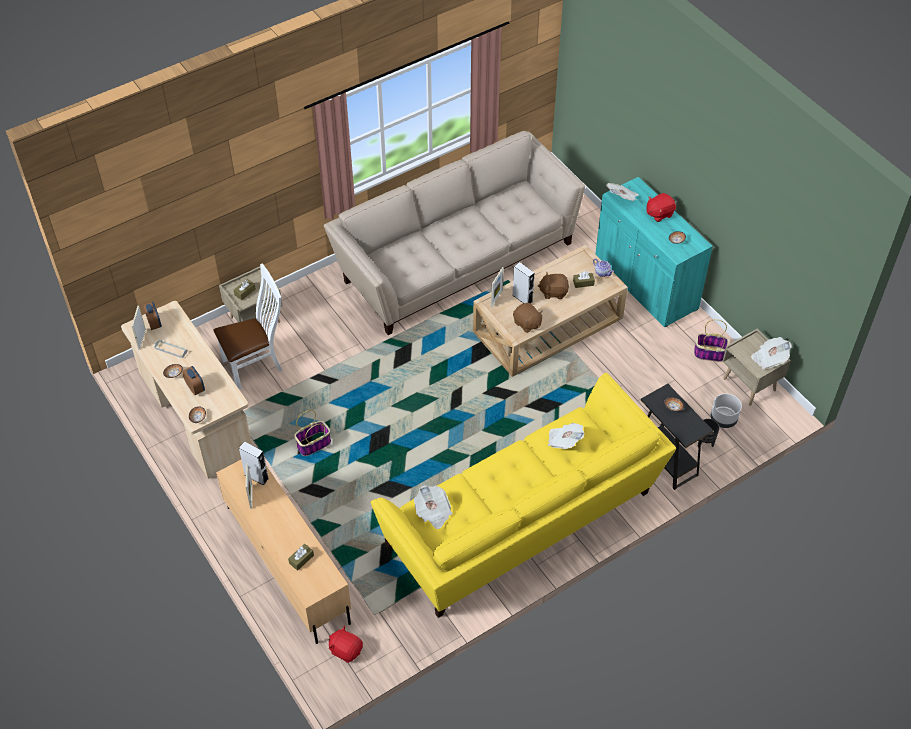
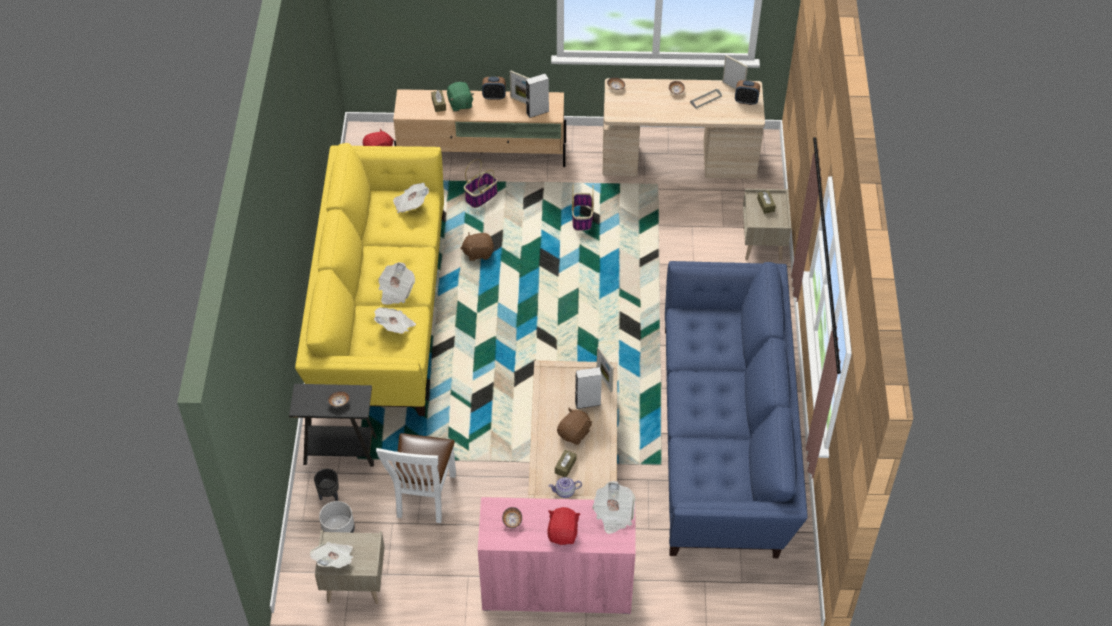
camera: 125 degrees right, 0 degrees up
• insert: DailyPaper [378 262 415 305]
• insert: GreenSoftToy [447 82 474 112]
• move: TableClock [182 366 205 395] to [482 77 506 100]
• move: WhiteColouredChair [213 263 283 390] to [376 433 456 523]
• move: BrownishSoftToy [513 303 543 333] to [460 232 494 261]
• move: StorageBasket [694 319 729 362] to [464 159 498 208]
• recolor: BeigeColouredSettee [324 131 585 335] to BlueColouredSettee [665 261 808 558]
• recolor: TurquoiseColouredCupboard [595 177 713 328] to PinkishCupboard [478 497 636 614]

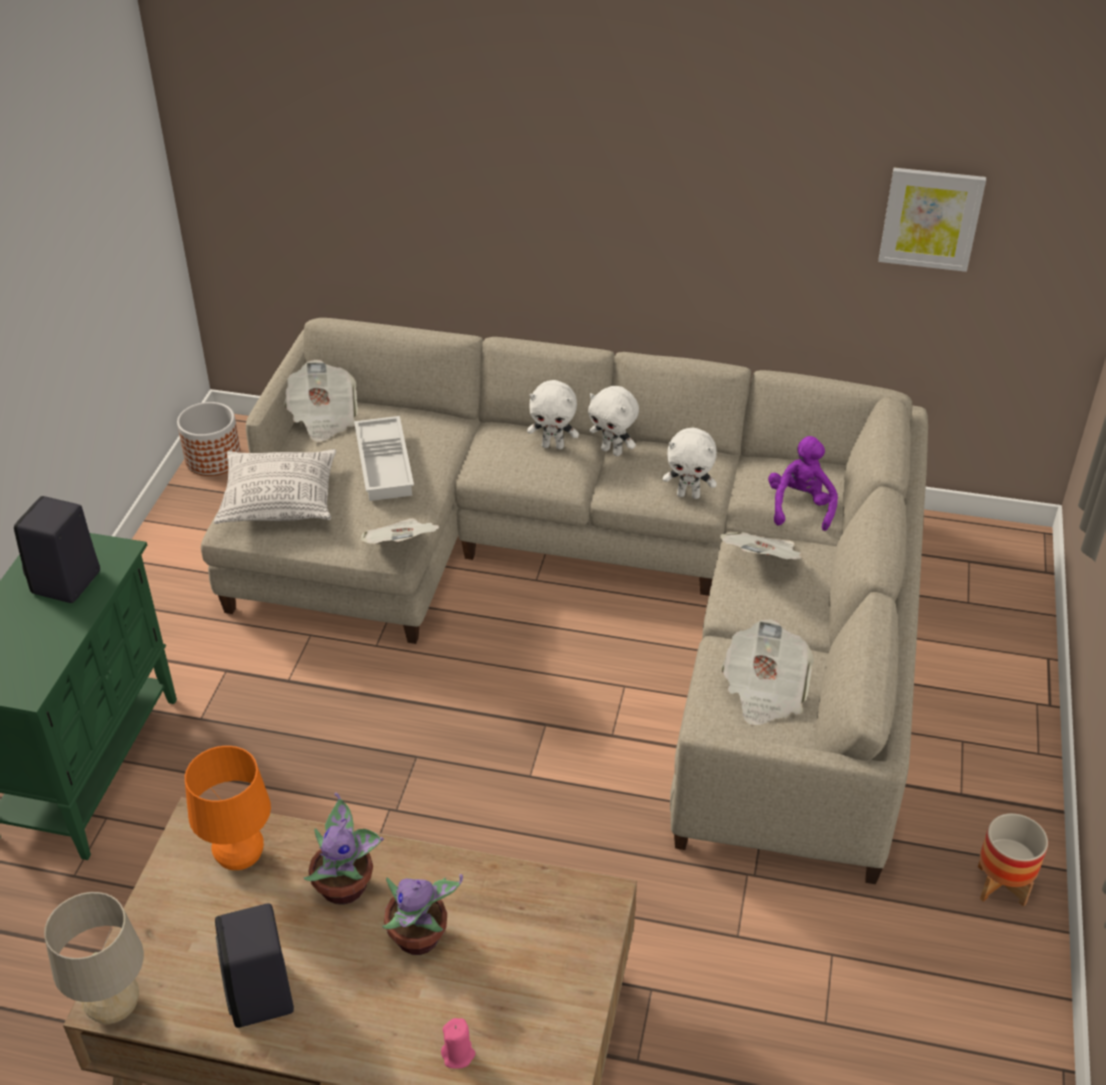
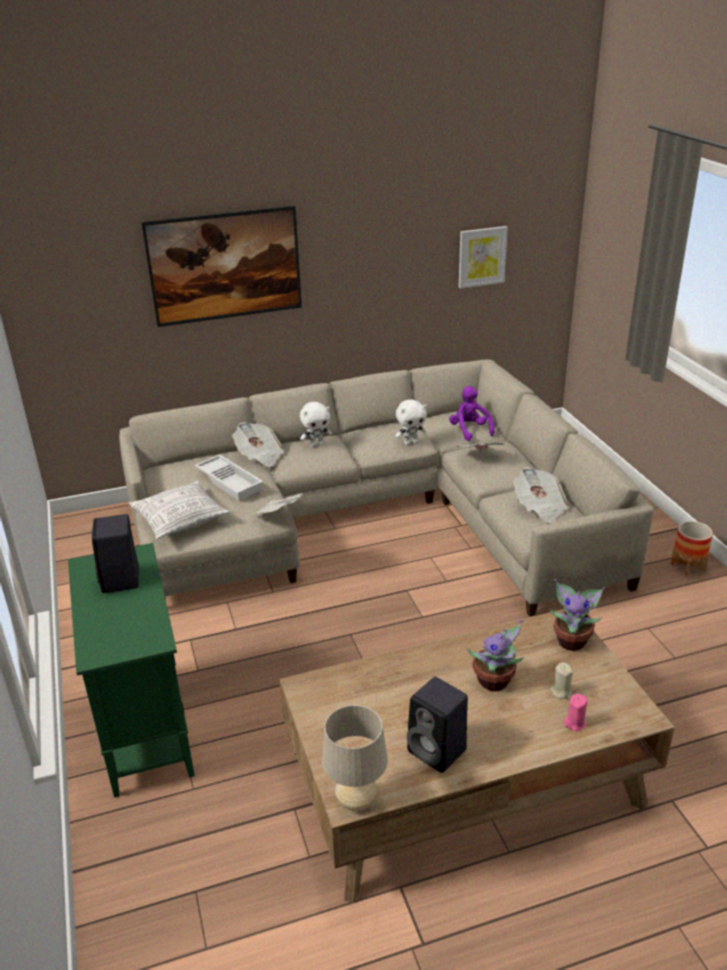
camera: 30 degrees left, 10 degrees down
• delete: PlantPot [177 402 241 476]
• delete: OrangeColouredLampForATable [185 746 271 870]
• delete: WhiteColouredSoftToy [588 386 639 456]
• insert: WallPicture [141 206 302 327]
• insert: BeigeColouredWaxCandle [549 662 573 699]
• move: DailyPaper [284 360 358 442] to [232 422 284 467]
• move: Houseplant [304 792 384 905] to [549 579 606 651]

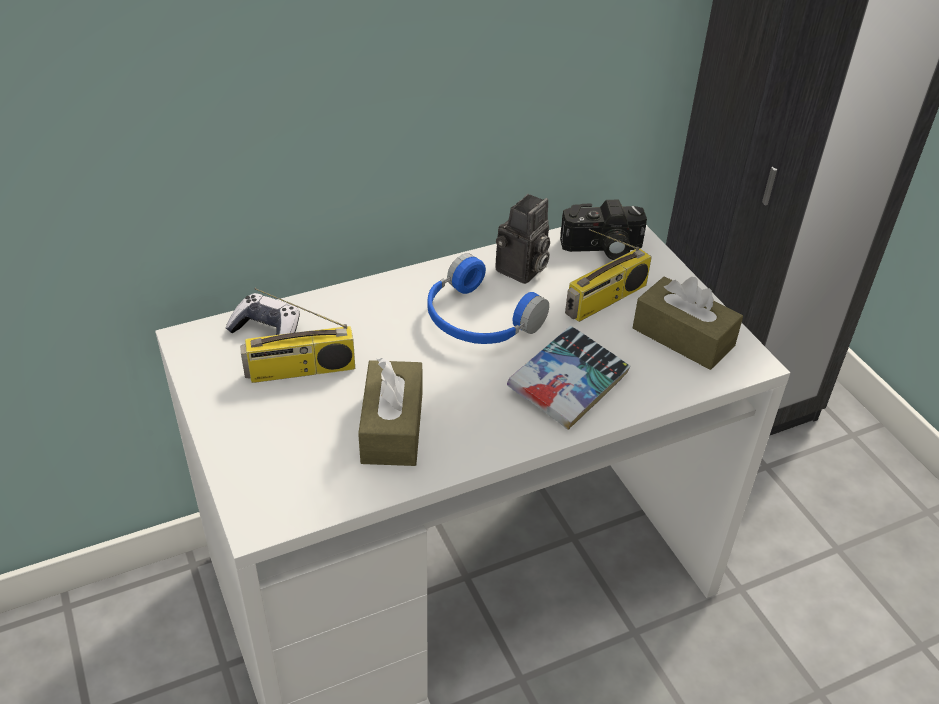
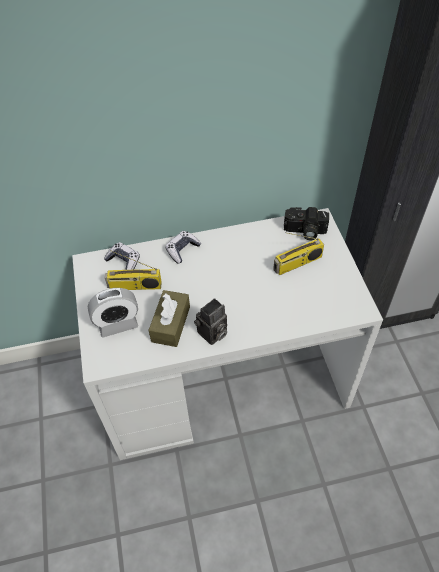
camera: 15 degrees right, 10 degrees up
• delete: BlueColouredPairOfHeadphones [427 253 549 344]
• delete: Volume [507 326 631 430]
• delete: BrownishTissueBox [633 276 743 370]
• insert: TableClock [88 288 138 337]
• insert: Gamepad [165 231 201 264]
• move: StillCamera [496 194 550 284] to [194 298 227 345]

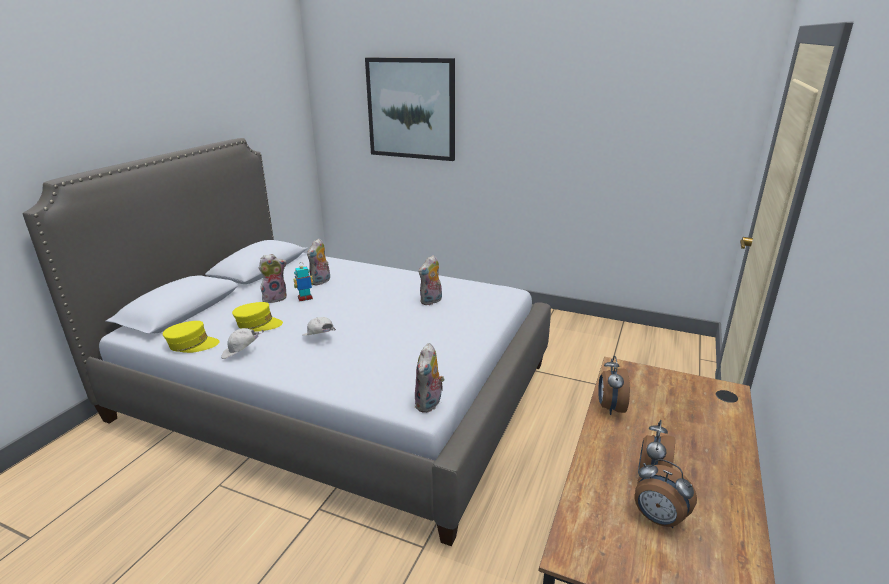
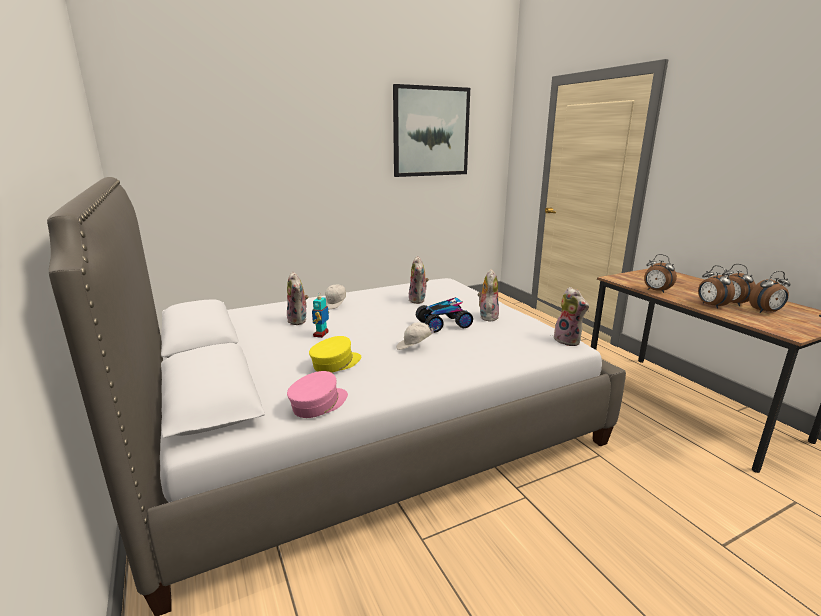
camera: 50 degrees left, 5 degrees down
• insert: ToyCar [416 297 473 333]
• insert: TableClock [698 265 735 309]
• move: WhiteColouredCap [221 328 264 359] to [325 285 346 309]
• move: SoftToy [259 254 287 303] to [477 269 499 322]
• move: WallPicture [365 58 455 161] to [393 84 470 177]
• recolor: YellowCap [163 321 220 353] to PinkishCap [287 371 348 418]

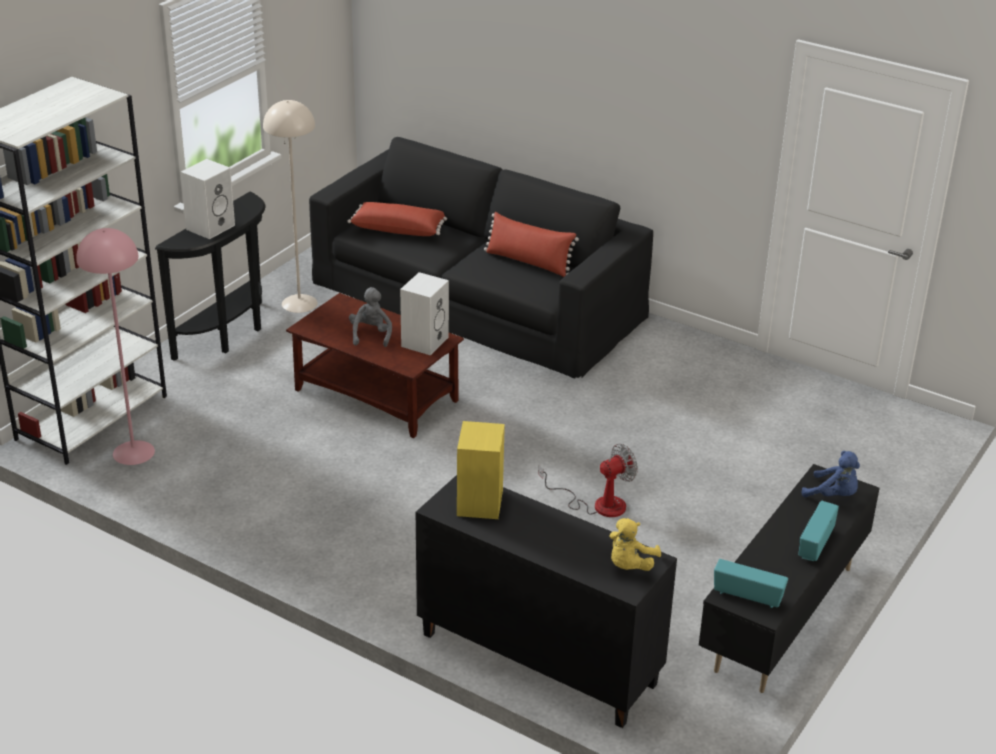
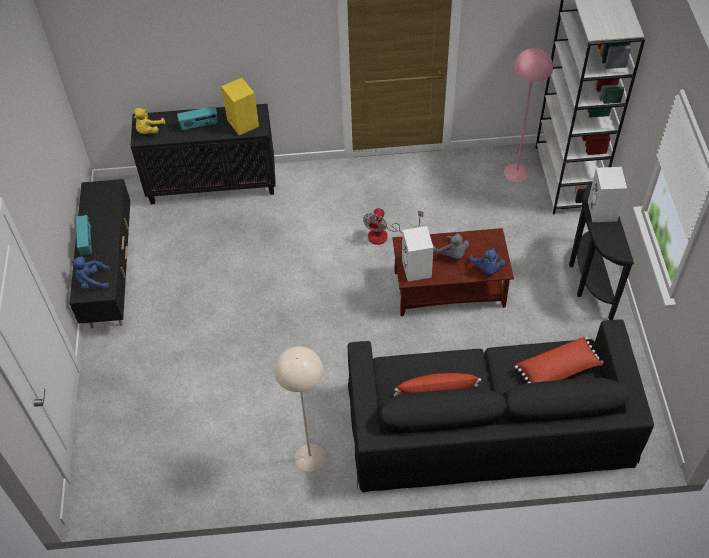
camera: 145 degrees right, 20 degrees up
• insert: BlueColouredSoftToy [469 248 506 275]
• move: BeigeColouredStandardLamp [263 100 318 313] to [274 346 326 472]
• move: ElectricFan [538 444 638 517] to [363 208 423 245]
• move: RadioSet [714 559 788 608] to [177 106 218 131]
• rotate: YellowSoftToy [609 518 661 571] = [134 108 166 134] 150 degrees counterclockwise

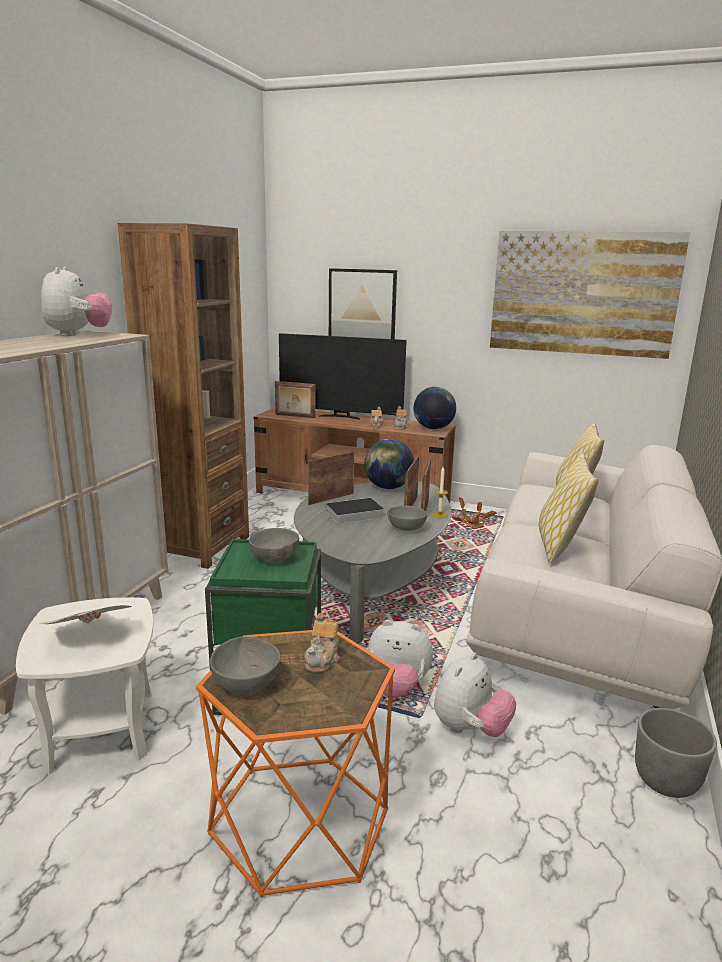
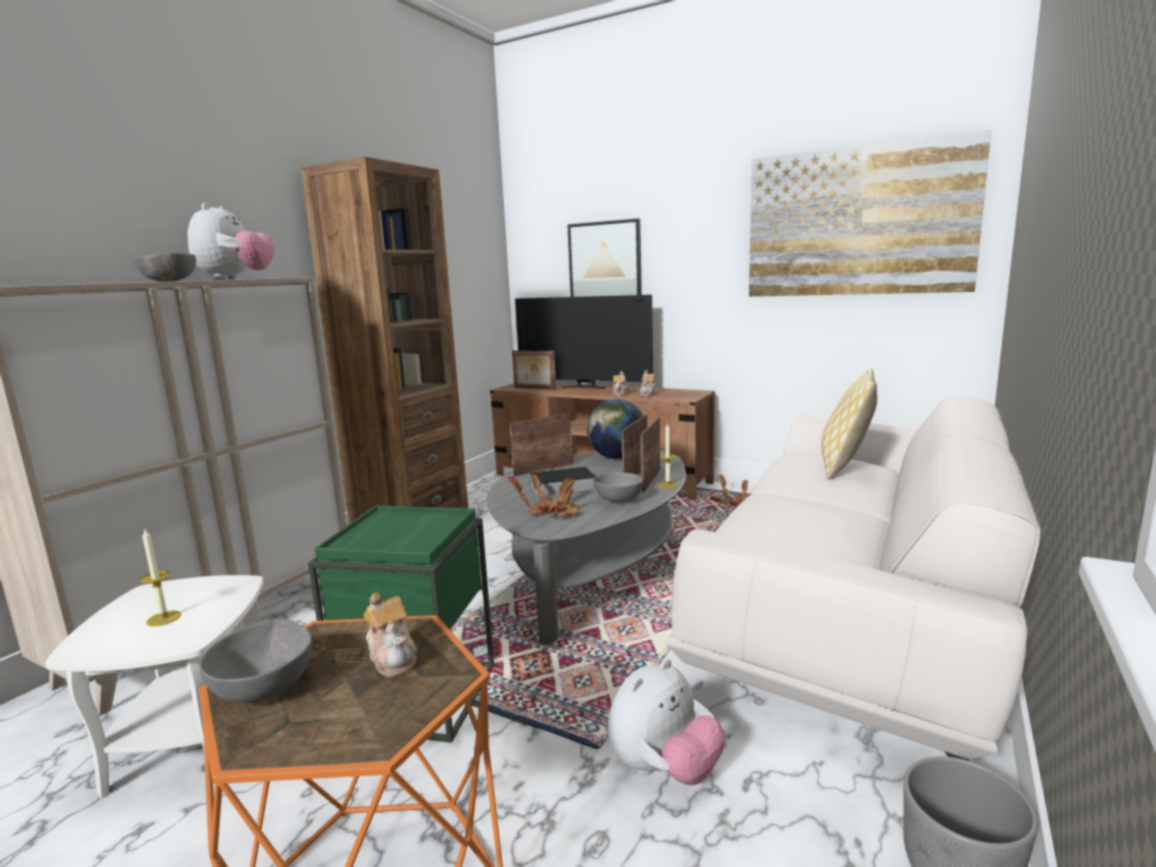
camera: 10 degrees right, 5 degrees down
• delete: SoftToy [368 620 433 698]
• delete: WorldGlobe [414 387 456 429]
• delete: Pillow [539 453 599 563]
• insert: Houseplant [507 474 579 517]
• move: GreyishBowl [249 528 299 562] to [133 253 196 282]
• replace: DailyPaper [39 605 132 624] to WaxCandle [140 528 181 627]
• rotate: TeaPot [304 613 340 673] = [363 592 417 677] 60 degrees counterclockwise

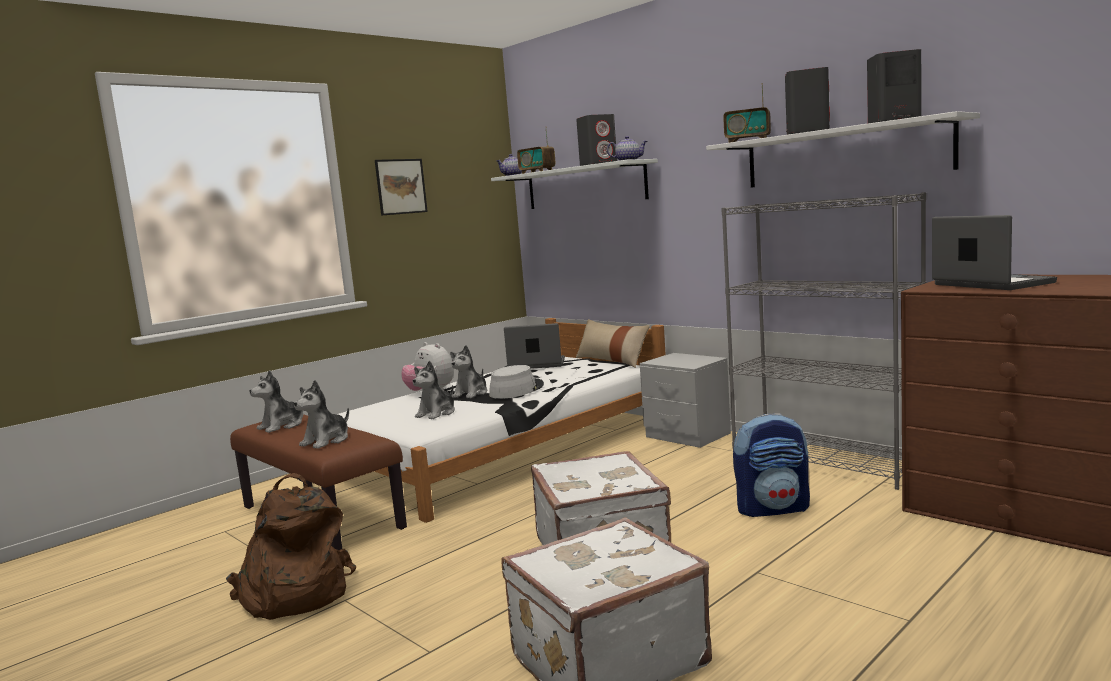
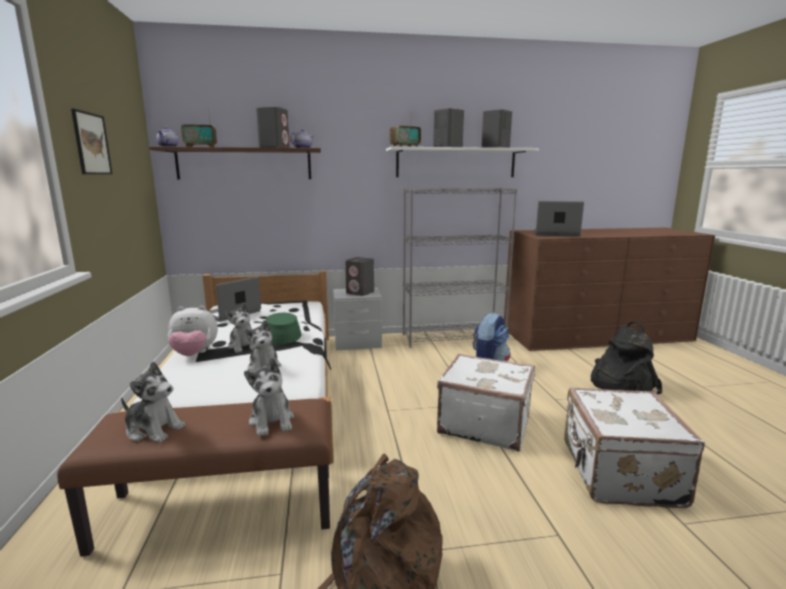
camera: 55 degrees left, 5 degrees up
• delete: BeigeColouredPillow [576 319 650 368]
• insert: GreyishLoudspeaker [345 257 374 296]
• insert: BlackColouredRucksack [591 321 662 394]
• recolor: GreyishHat [489 365 544 399] to GreenHat [266 313 302 344]
• recolor: WhiteColouredBracketShelf [491 159 658 209] to BrownishBracketShelf [149 147 321 179]
• rotate: SoftToy [249 370 303 433] = [121 362 185 442] 60 degrees counterclockwise

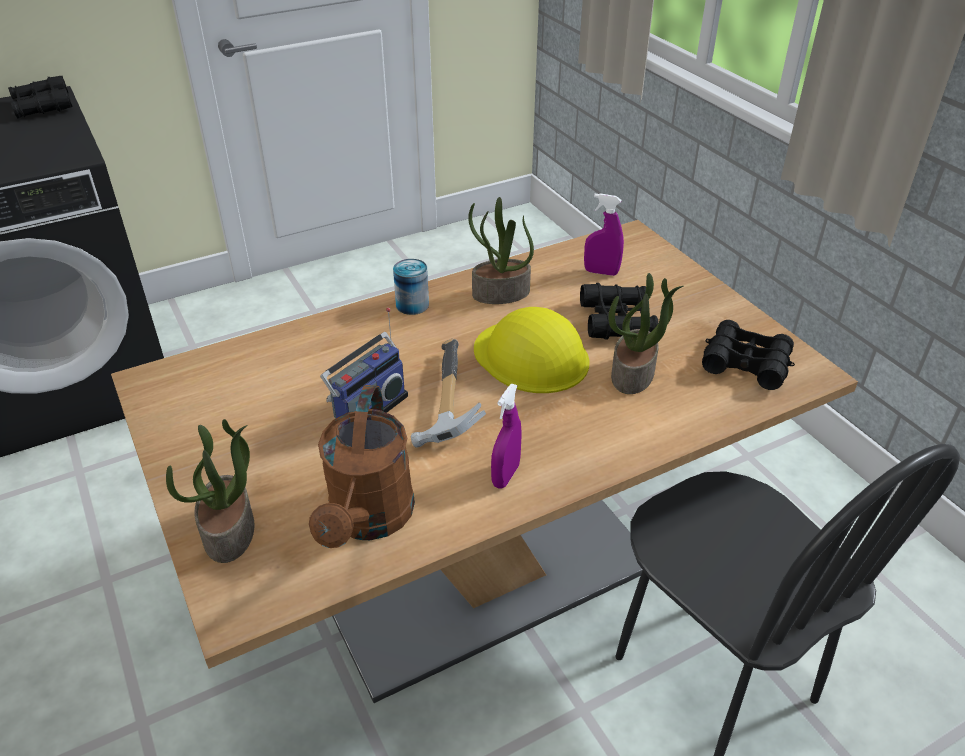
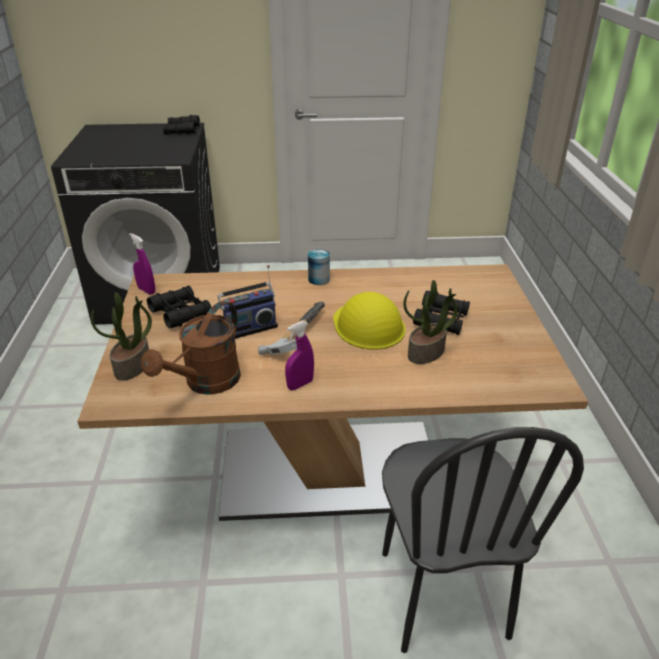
camera: 25 degrees right, 5 degrees down
• delete: Houseplant [468 197 534 304]
• move: PurplishSprayer [584 193 624 276] to [129 233 155 295]
• move: BlackColouredBinoculars [702 320 795 390] to [147 285 211 328]

